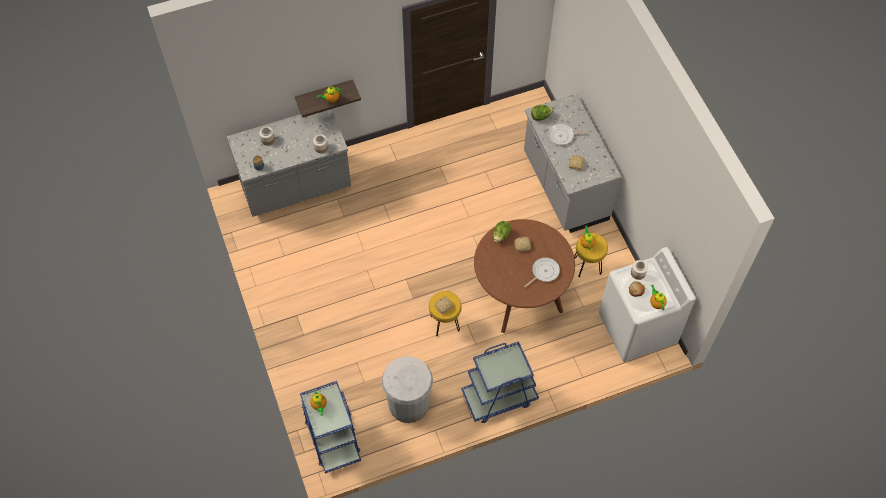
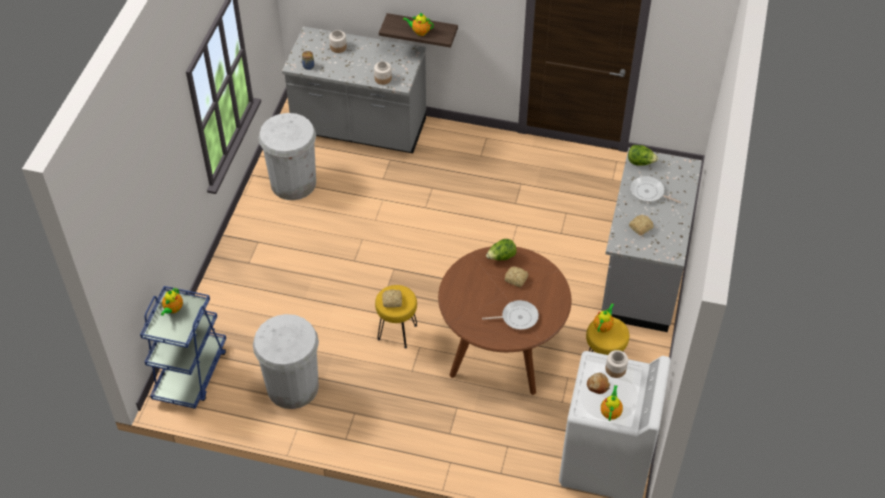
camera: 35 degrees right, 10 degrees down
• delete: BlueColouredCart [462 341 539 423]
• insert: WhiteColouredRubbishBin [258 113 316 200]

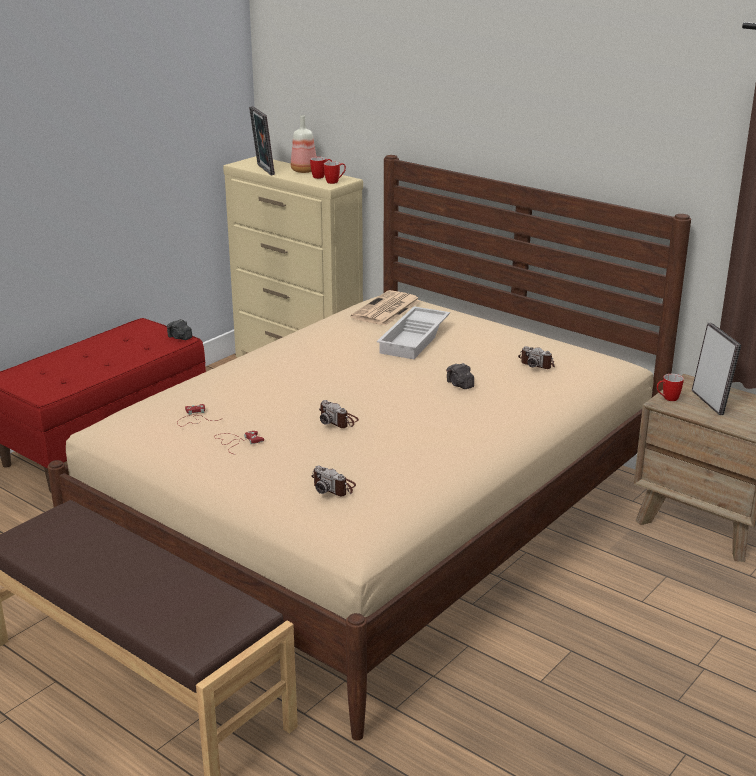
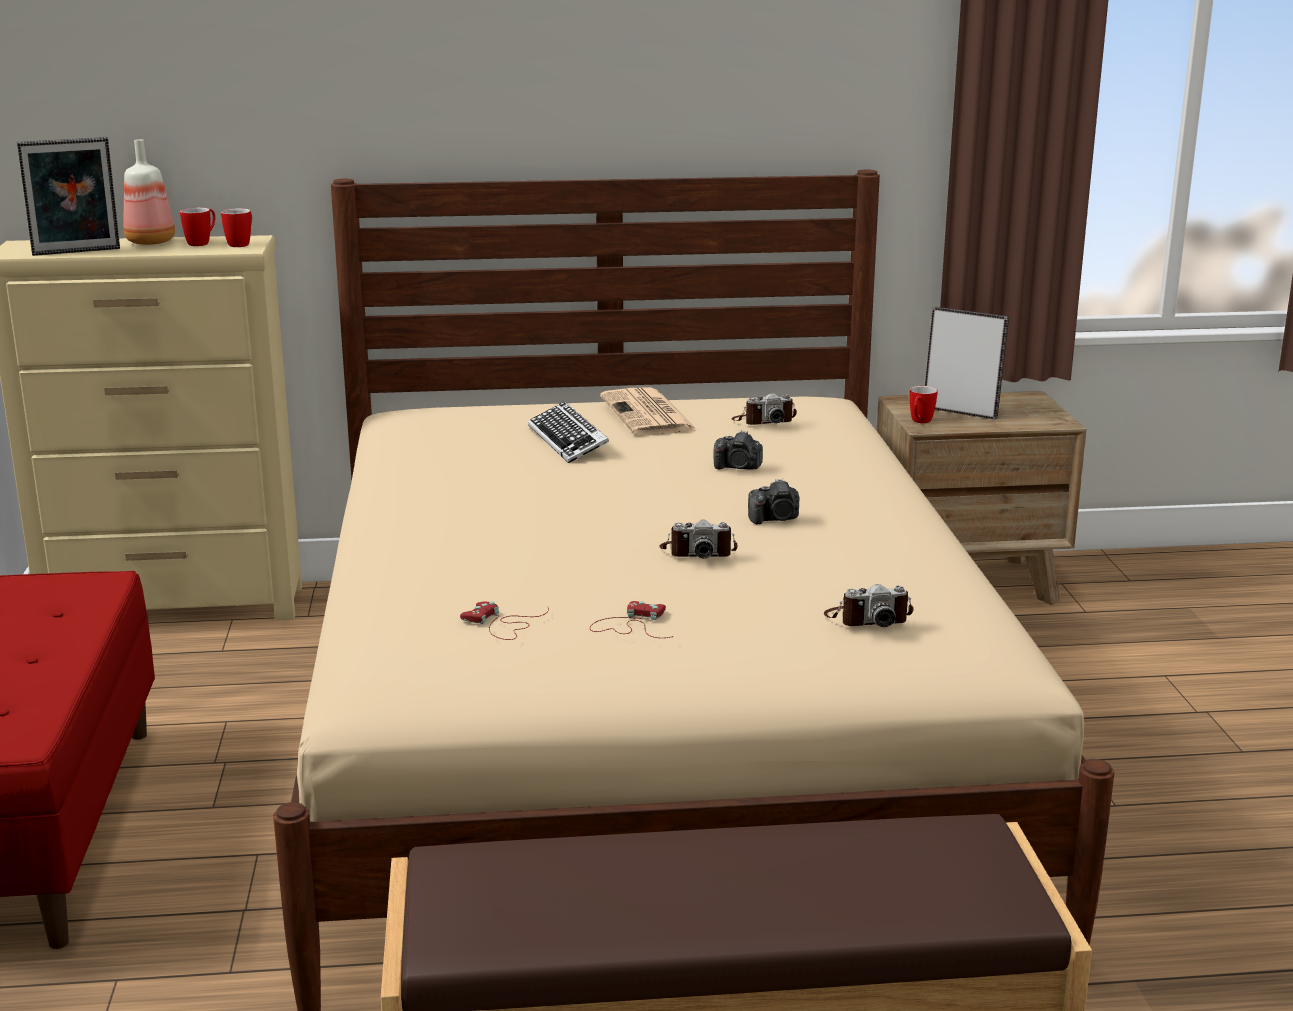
camera: 45 degrees left, 5 degrees down
• move: StillCamera [167 319 192 340] to [748 479 799 524]
• move: DailyPaper [351 290 421 326] to [600 387 697 435]
• replace: WhiteColouredCarryingTray [377 306 450 359] to ComputerKeyboard [528 402 609 463]
• rotate: StandingFrame [249 106 275 175] = [17 137 120 256] 45 degrees counterclockwise

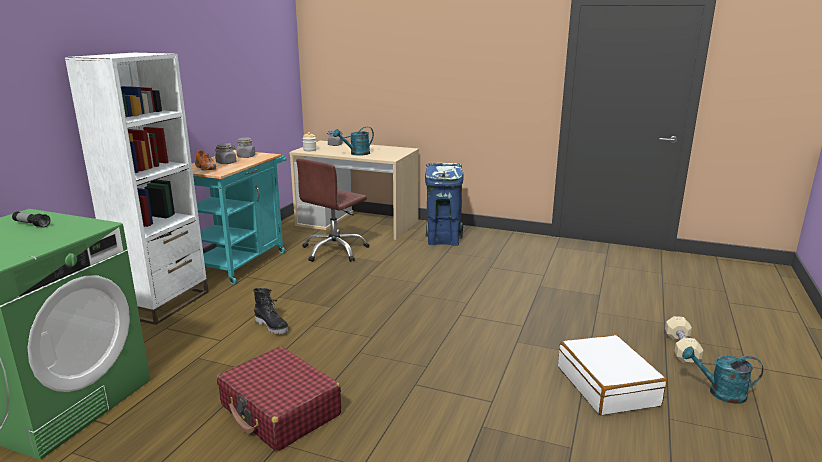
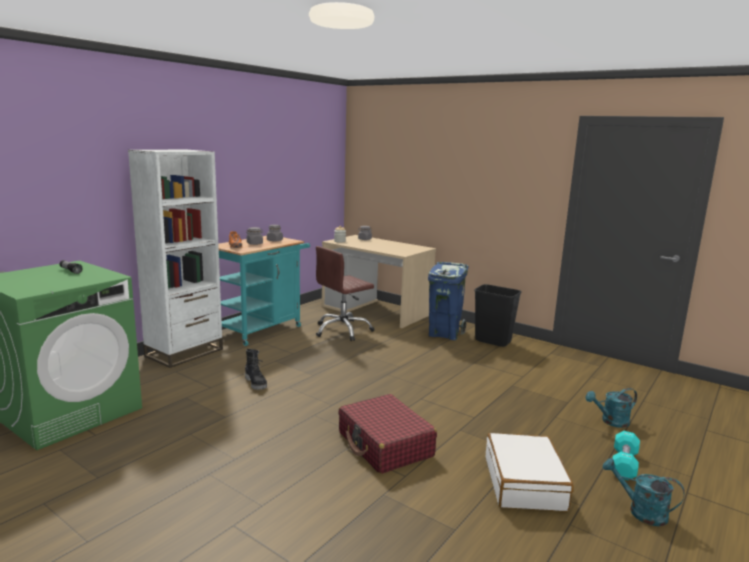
camera: 15 degrees right, 5 degrees down
• insert: BlackColouredRubbishBin [474 284 521 347]
• move: ReddishTravelCase [217 346 341 451] to [338 394 437 474]
• move: TurquoiseColouredWateringCan [333 127 374 156] to [585 388 637 428]
• recolor: BeigeColouredDumbbell [665 316 703 364] to TurquoiseColouredDumbbell [612 431 640 480]

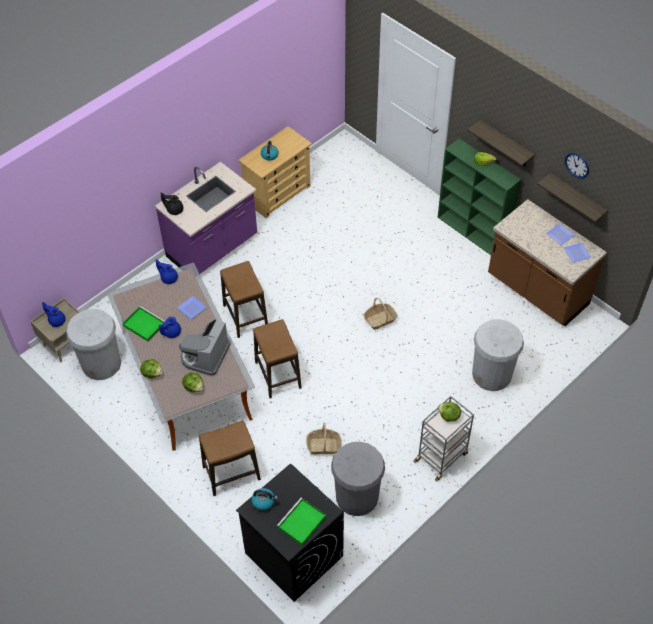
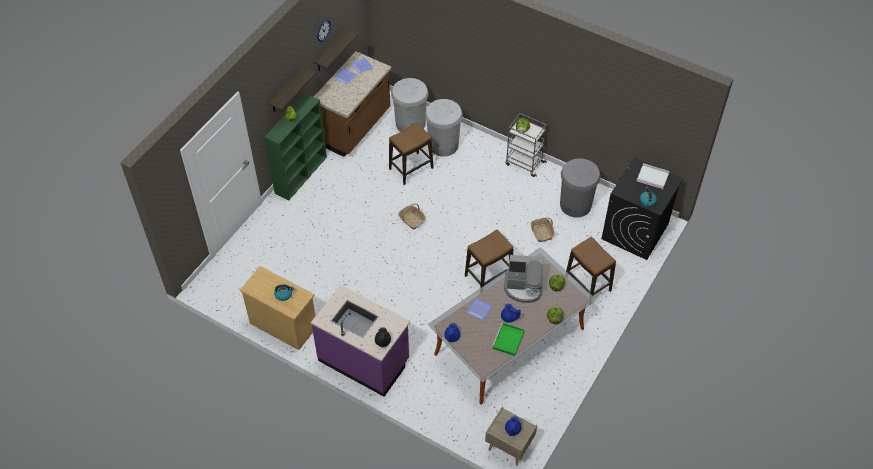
camera: 105 degrees left, 0 degrees up
• move: WhiteColouredRubbishBin [66 309 121 380] to [391 78 428 132]
• move: StoolSeat [220 261 268 338] to [389 123 434 185]
• recolor: GreenCarryingTray [277 498 326 545] to WhiteColouredCarryingTray [637 163 670 189]

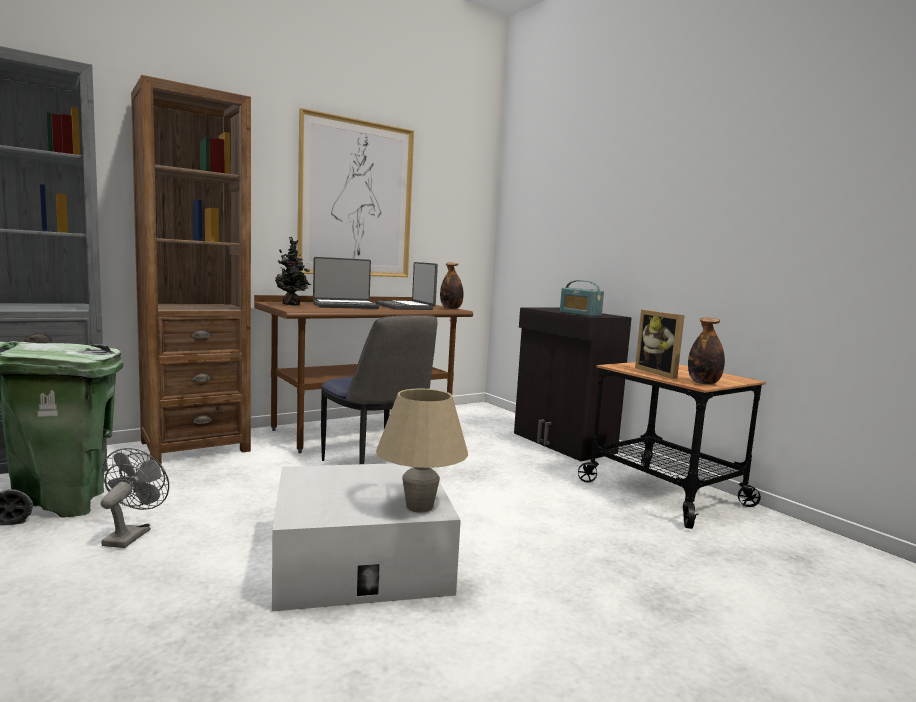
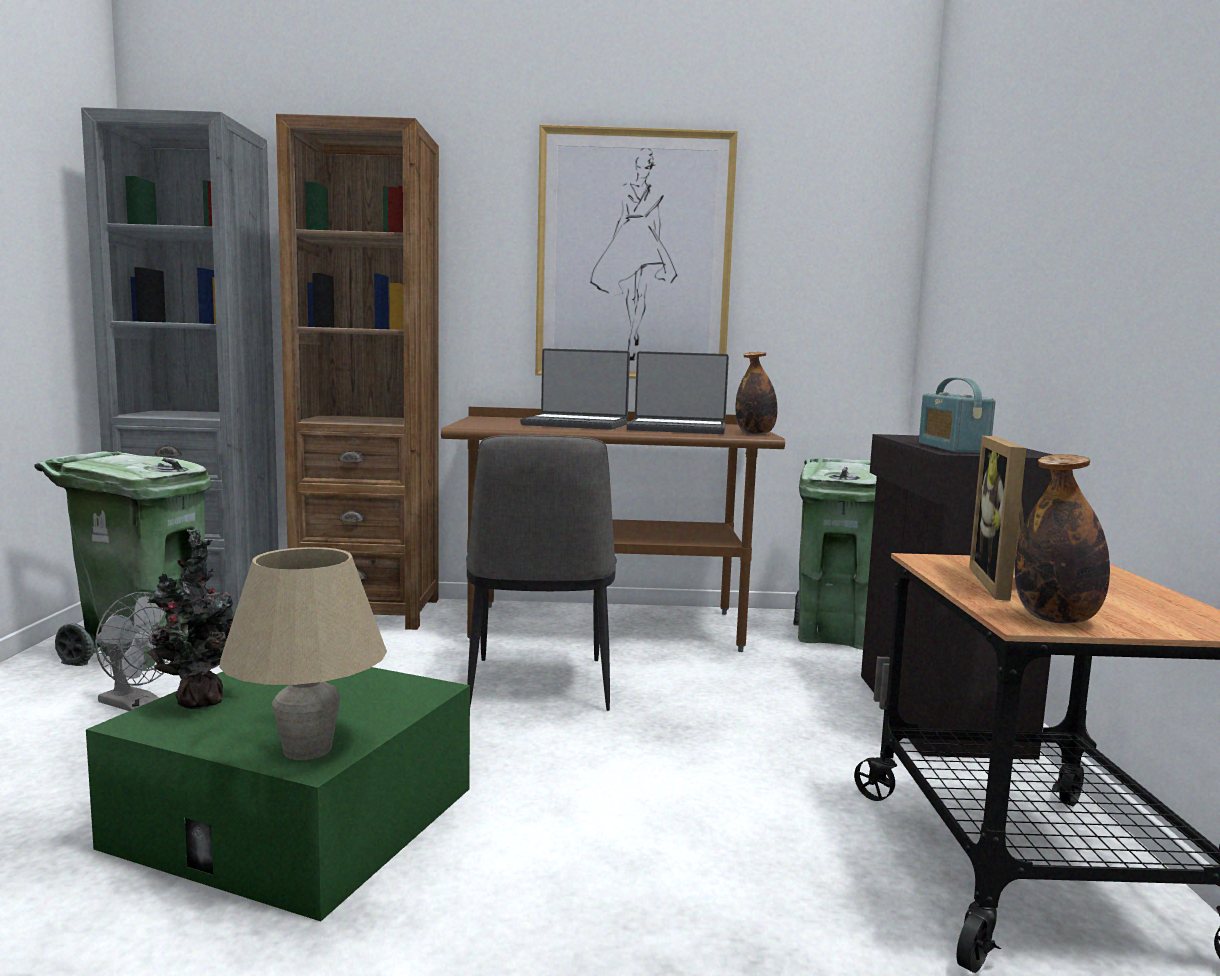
camera: 35 degrees right, 0 degrees up
• insert: GreenRubbishBin [793 458 877 650]
• move: Houseplant [275 237 311 305] to [147 529 233 709]
• recolor: WhiteColouredStorageBox [272 463 461 611] to GreenStorageBox [86 667 470 921]
• rotate: GreyishElectricFan [101 448 169 548] = [95 592 173 711] 75 degrees clockwise
• rotate: Laptop [375 262 438 310] = [627 351 729 434] 90 degrees counterclockwise

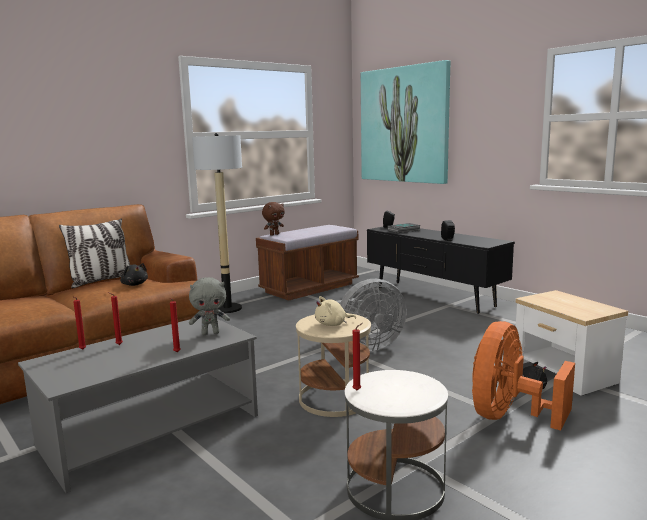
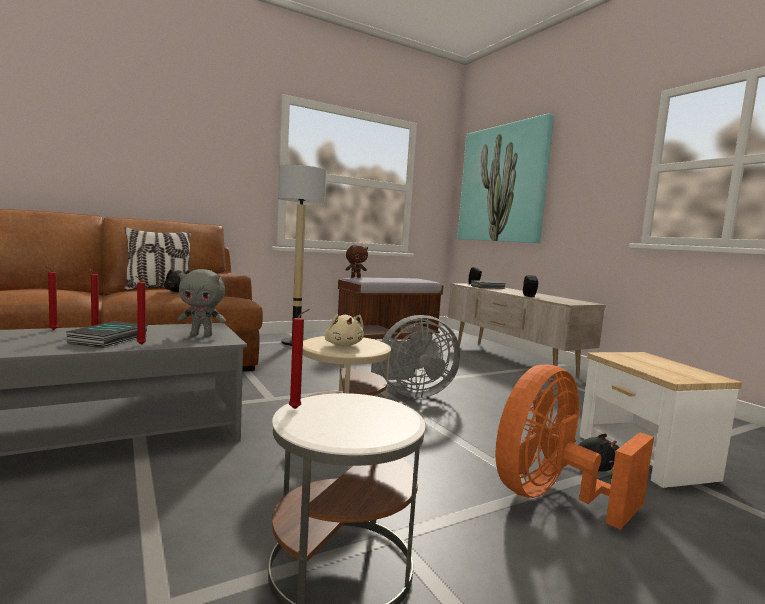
camera: 10 degrees right, 5 degrees down
• insert: Volume [67 321 148 348]
• recolor: BlackColouredMediaConsole [367 227 515 314] to BeigeColouredMediaConsole [448 283 606 380]
• rotate: BeigeColouredSoftToy [315 296 356 326] = [324 314 364 346] 105 degrees counterclockwise

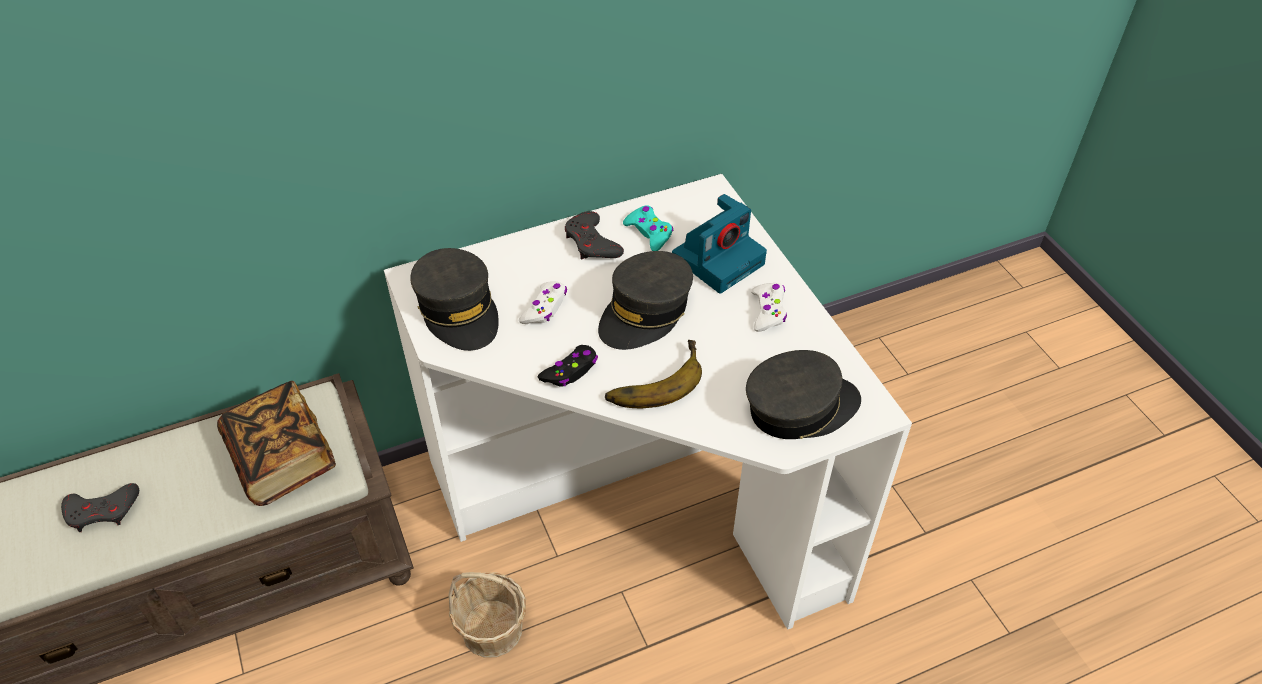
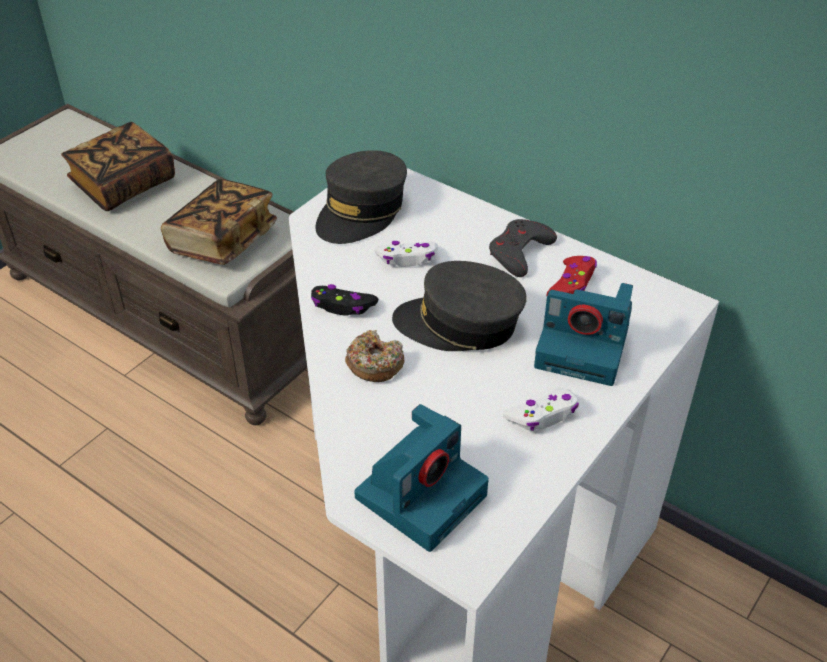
camera: 60 degrees right, 5 degrees down
• delete: StorageBasket [448 572 526 658]
• replace: GreyishGamepad [61 483 139 532] to Volume [61 122 175 211]
• replace: BananaFruit [605 340 702 408] to Doughnut [345 330 404 382]
• replace: GreyishCap [746 350 861 439] to StillCamera [354 404 489 552]
• recolor: TurquoiseColouredGamepad [623 205 673 251] to ReddishGamepad [547 256 597 295]

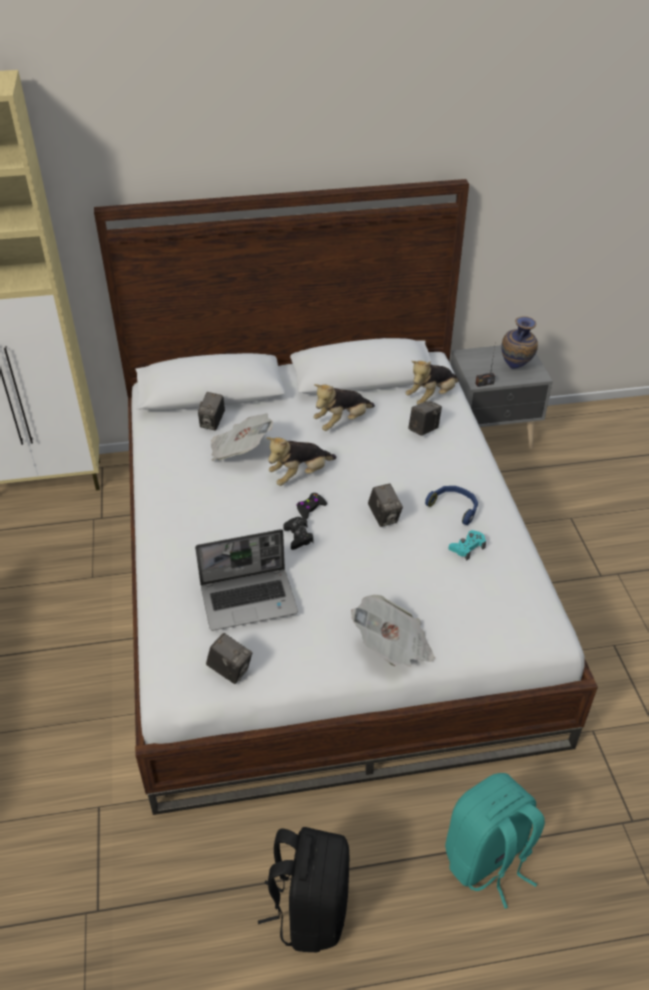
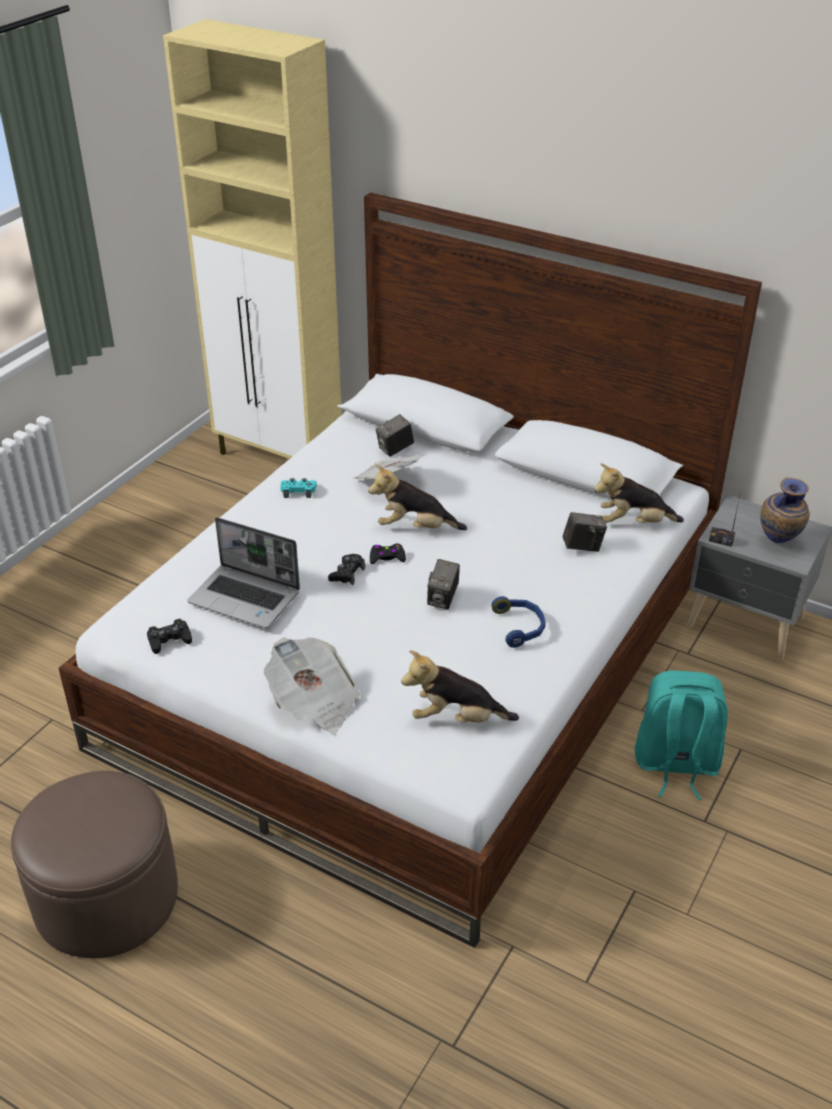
camera: 40 degrees right, 5 degrees down
• move: SoftToy [314 384 375 431] to [401 650 519 722]
• move: TurquoiseColouredRucksack [445 773 545 909] to [635 670 728 800]
• move: TurquoiseColouredGamepad [448 530 486 560] to [280 478 317 498]
• replace: StillCamera [206 633 252 684] to BlackColouredGamepad [147 619 192 654]
• replace: BlackColouredRucksack [258 827 350 952] to BrownishFootrest [11 771 178 958]

